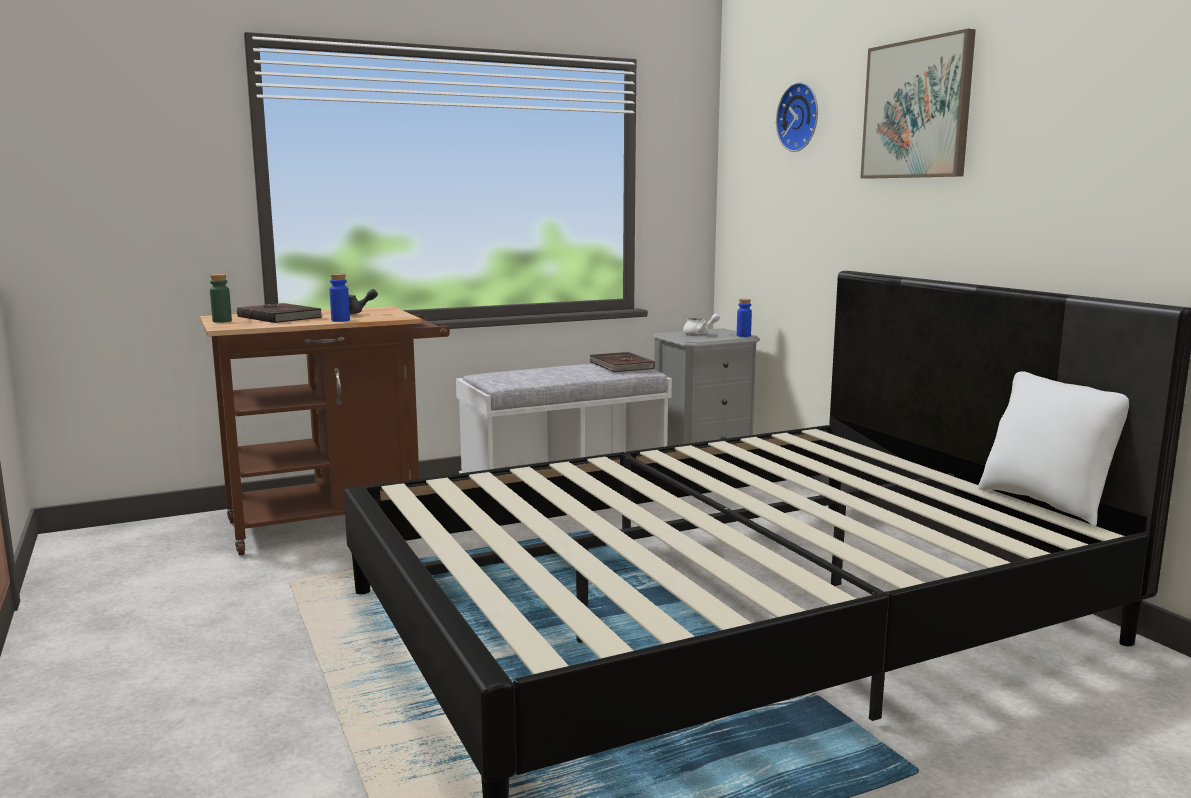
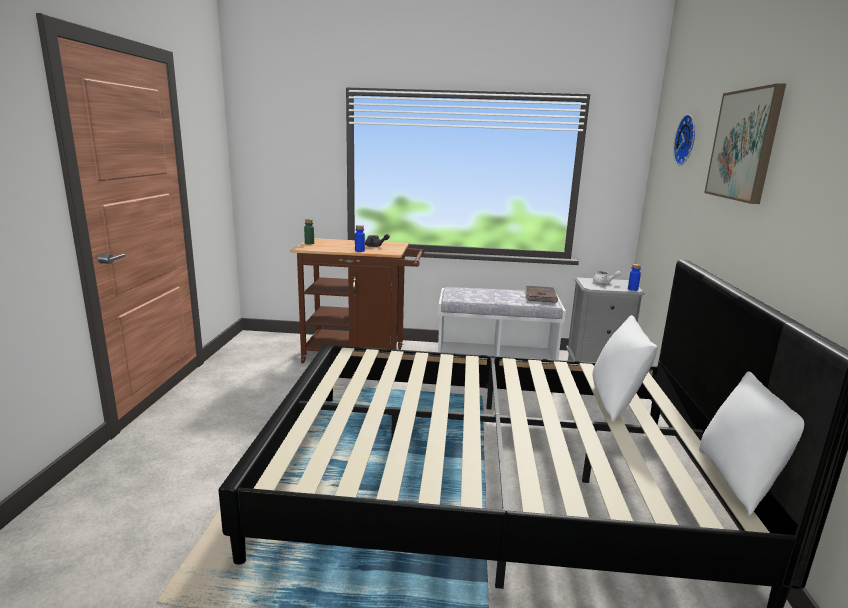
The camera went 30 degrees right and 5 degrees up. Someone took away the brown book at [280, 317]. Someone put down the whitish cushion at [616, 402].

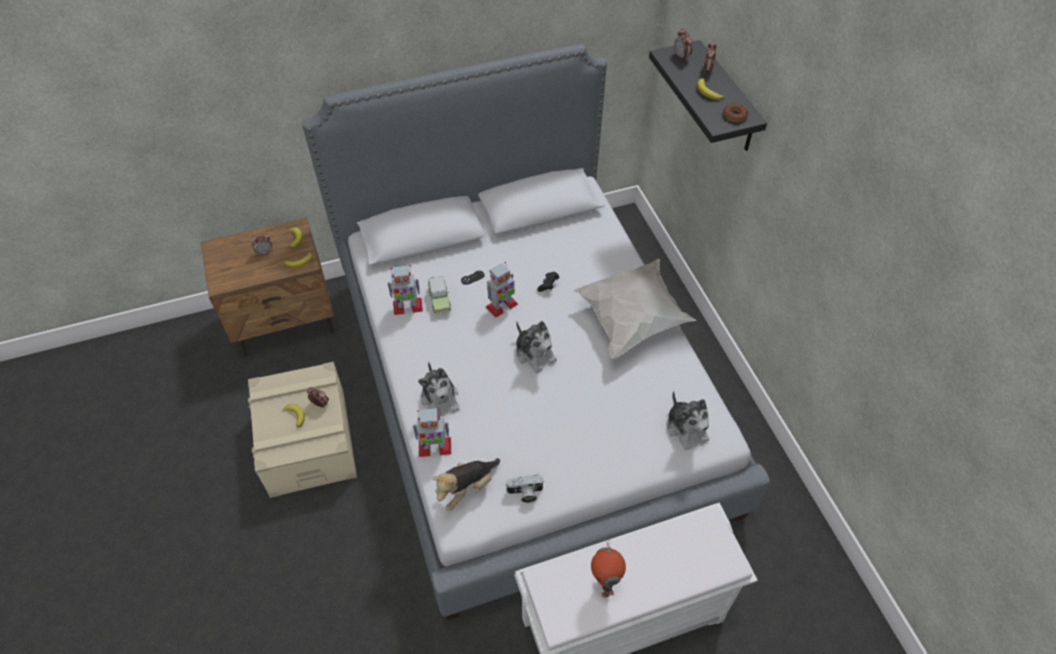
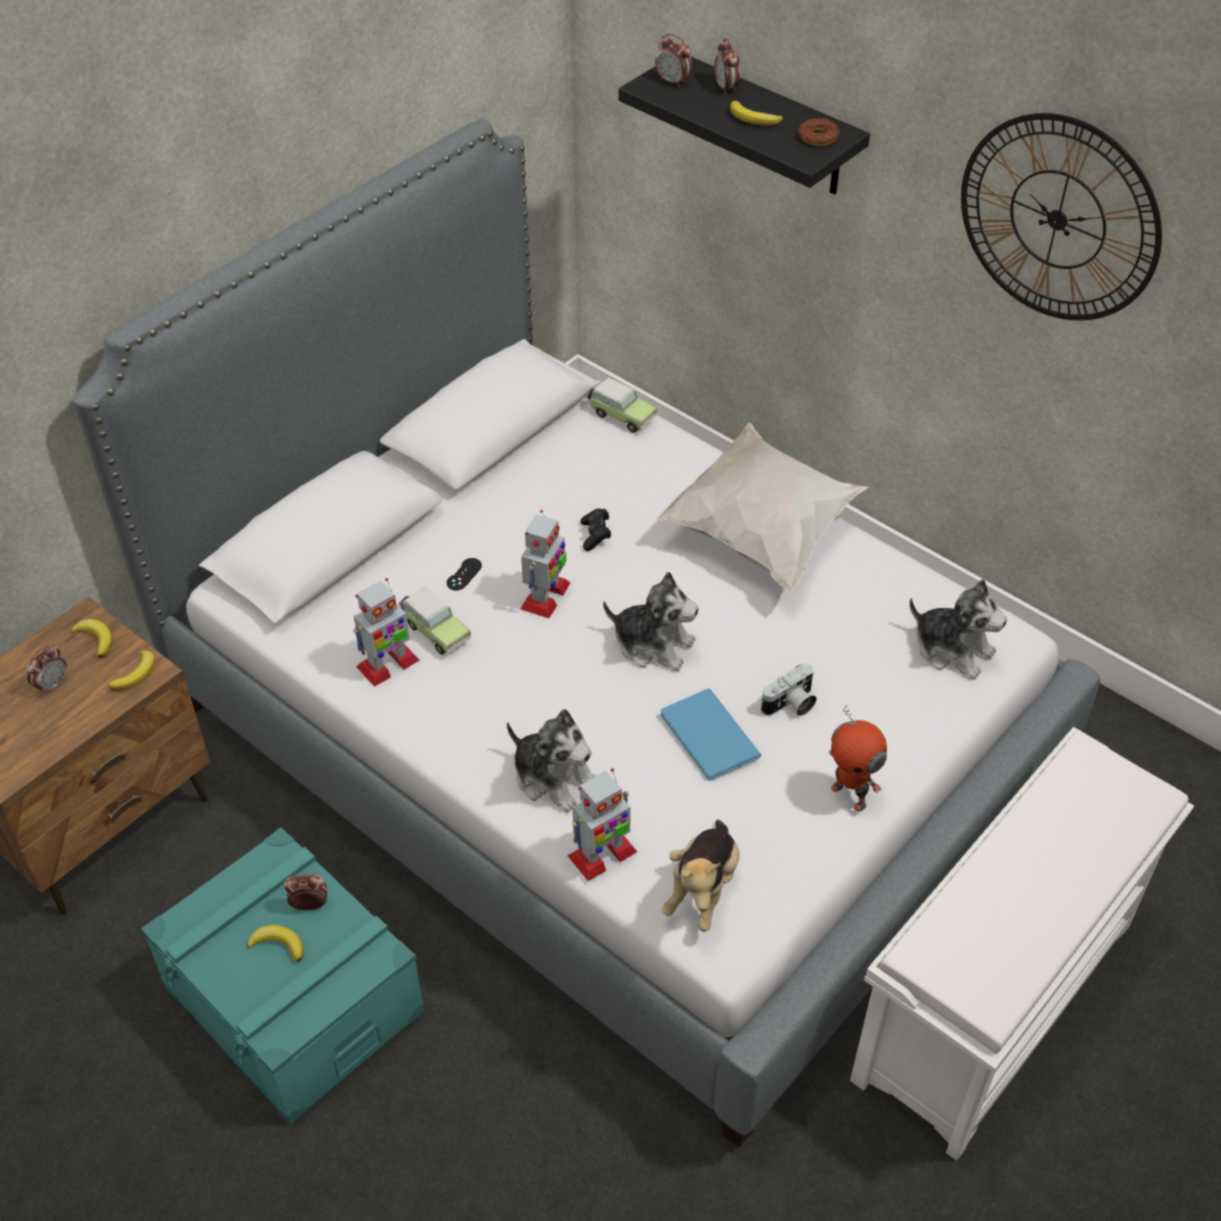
The camera went 30 degrees left and 5 degrees down. Someone put down the miniature car at [621, 415]. Someone put down the bluish book at [708, 738]. Someone put up the clock on the wall at [1058, 219]. Someone carried the photo camera from [525, 493] to [790, 705]. Someone carried the toy robot from [604, 584] to [850, 795]. Someone repainted the sand-coloured storage bin at [308, 442], which became the turquoise storage bin at [294, 998].

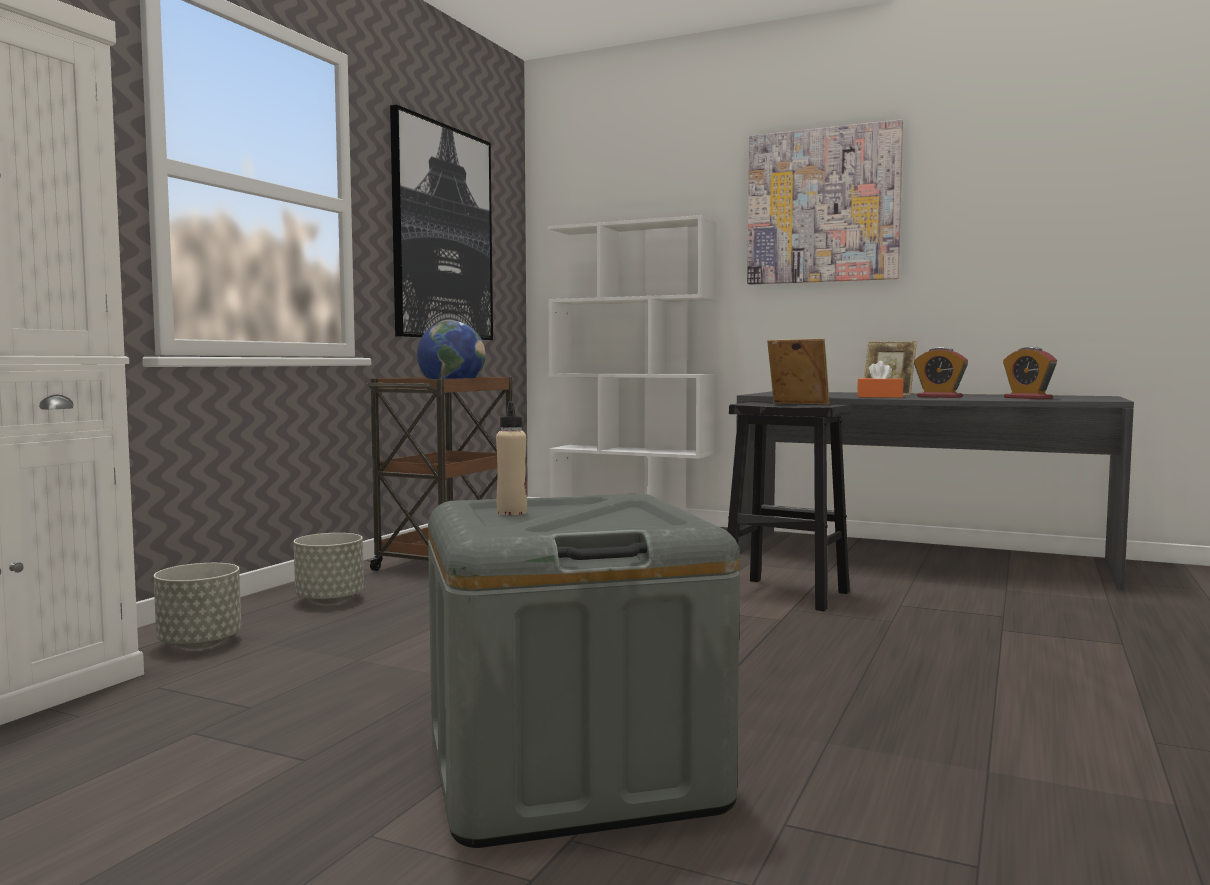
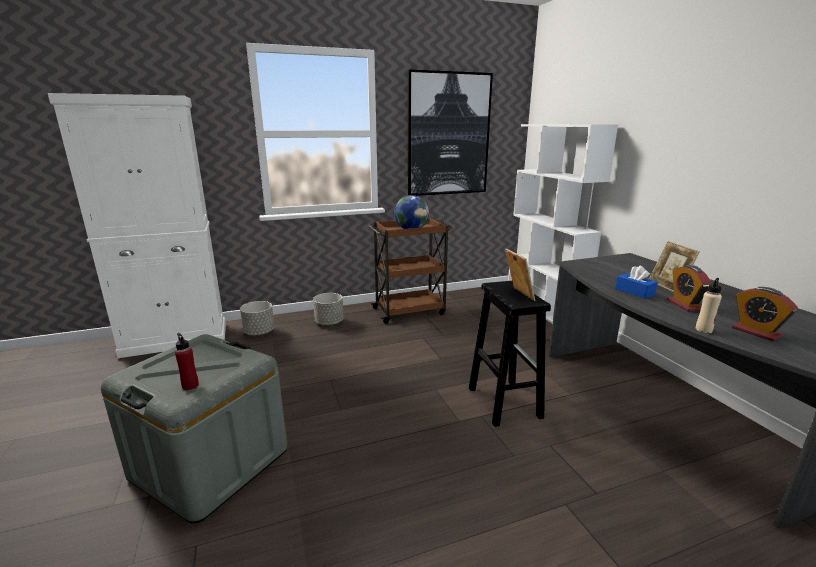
The camera went 45 degrees right and 15 degrees up. Someone took away the wall picture at [823, 206]. Someone put down the red bottle at [190, 386]. Someone carried the sand-coloured bottle from [512, 512] to [703, 329]. Someone repainted the orange-coloured box of tissues at [879, 397], which became the bluish box of tissues at [634, 292]. Someone rotated the alarm clock at [1028, 398] by 45 degrees counterclockwise.

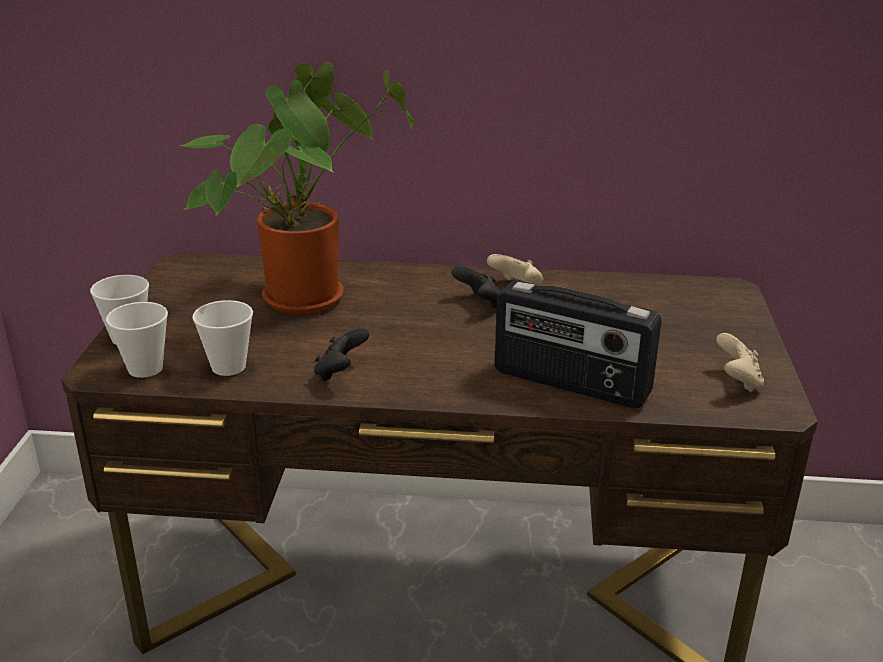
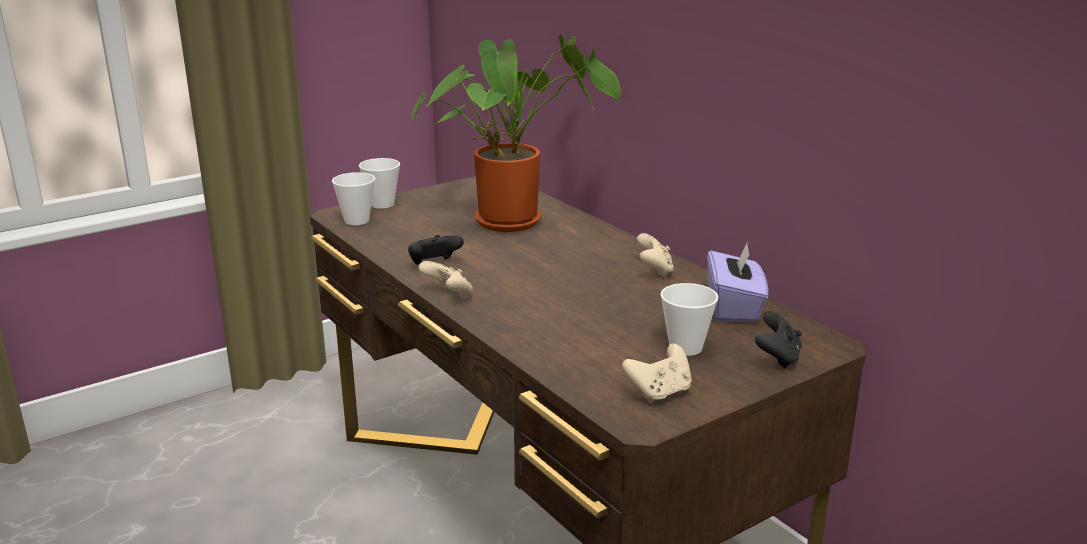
The camera went 50 degrees right and 5 degrees down. Someone took away the radio at [570, 384]. Someone put down the sand-coloured game controller at [449, 296]. Someone put down the purple-coloured box of tissues at [734, 308]. Someone carried the drinking cup from [228, 367] to [685, 347]. Someone carried the black-coloured game controller from [480, 303] to [777, 358].

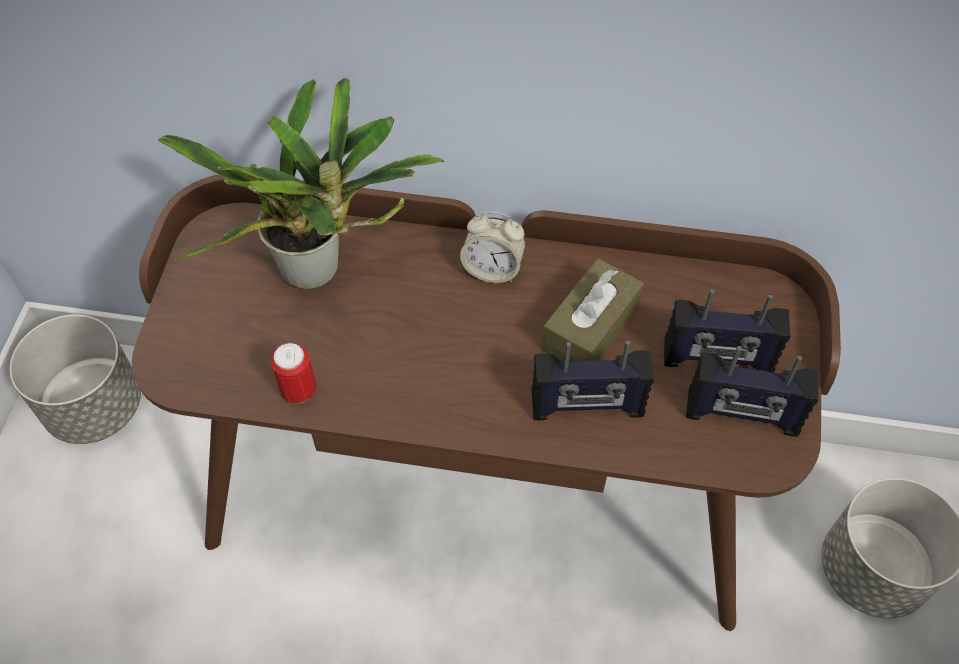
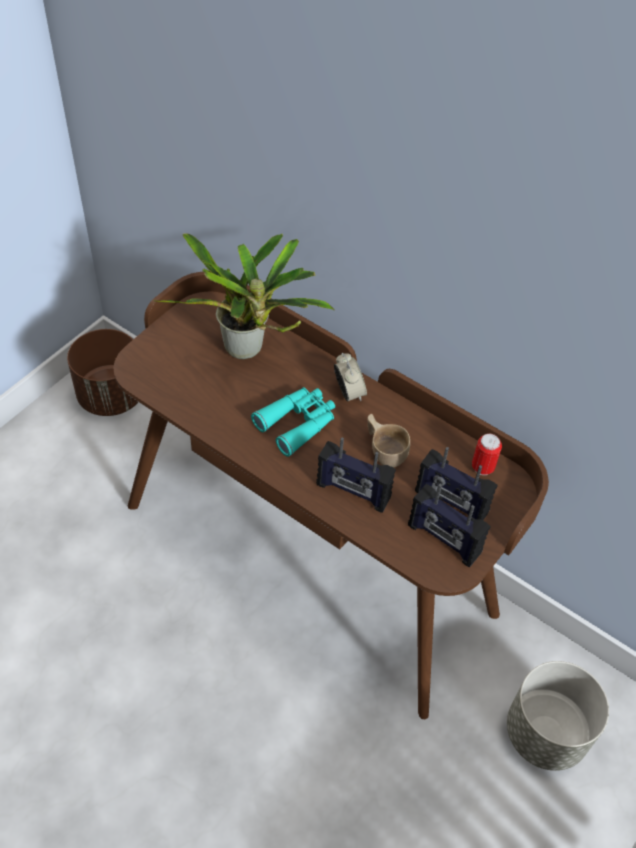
The camera went 25 degrees right and 5 degrees down. Someone put down the turquoise pair of binoculars at [298, 423]. Someone carried the can from [299, 391] to [482, 467]. Someone swapped the brown box of tissues at [590, 328] for the sand-coloured drinking cup at [384, 451]. Someone repainted the gray flower pot at [95, 406], which became the brown flower pot at [111, 396]. Someone rotated the alarm clock at [492, 269] by 150 degrees counterclockwise.

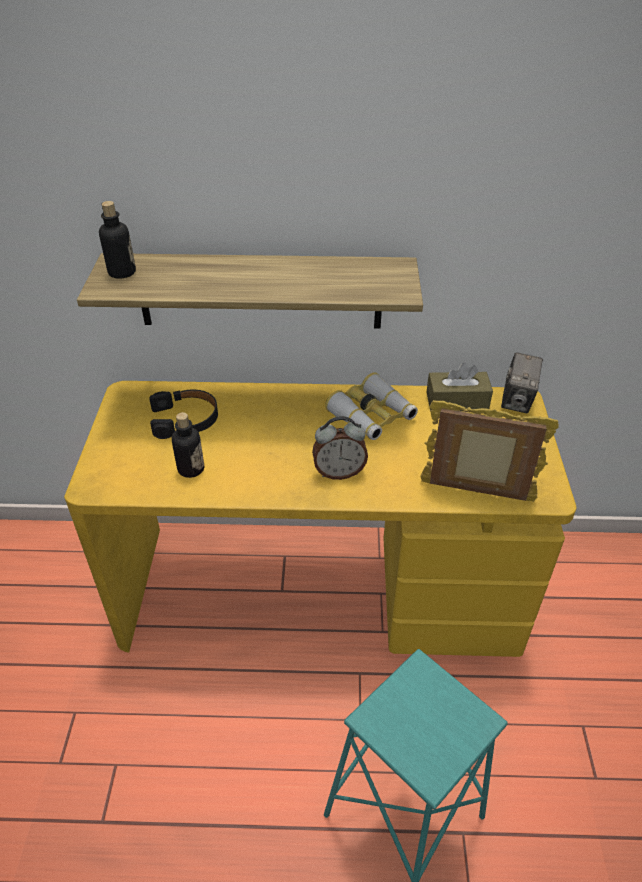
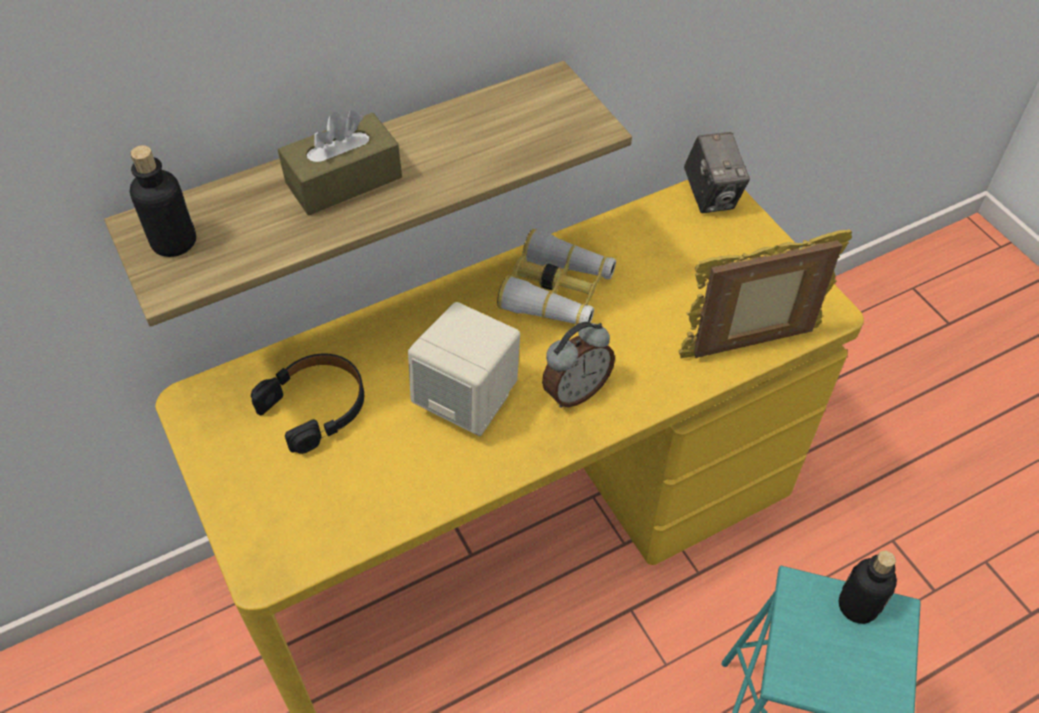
The camera went 30 degrees left and 10 degrees up. Someone put down the sand-coloured loudspeaker at [468, 401]. Someone carried the bottle from [191, 469] to [857, 606]. Someone carried the brown box of tissues from [457, 401] to [344, 180].

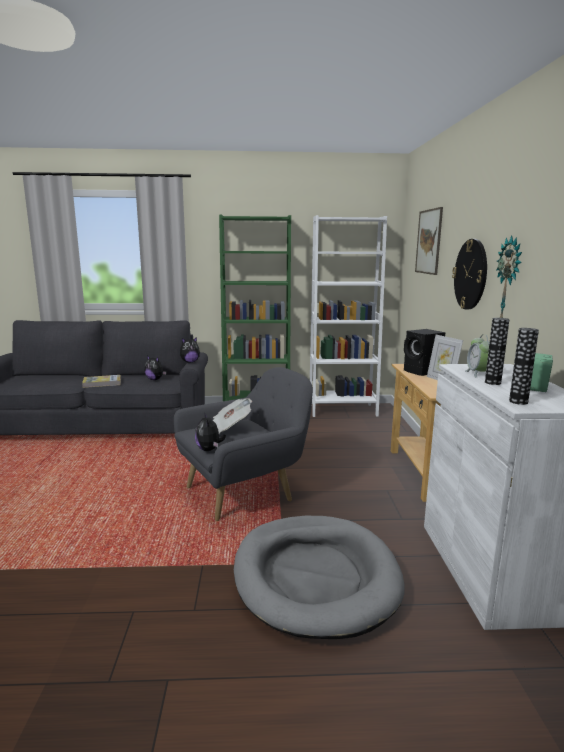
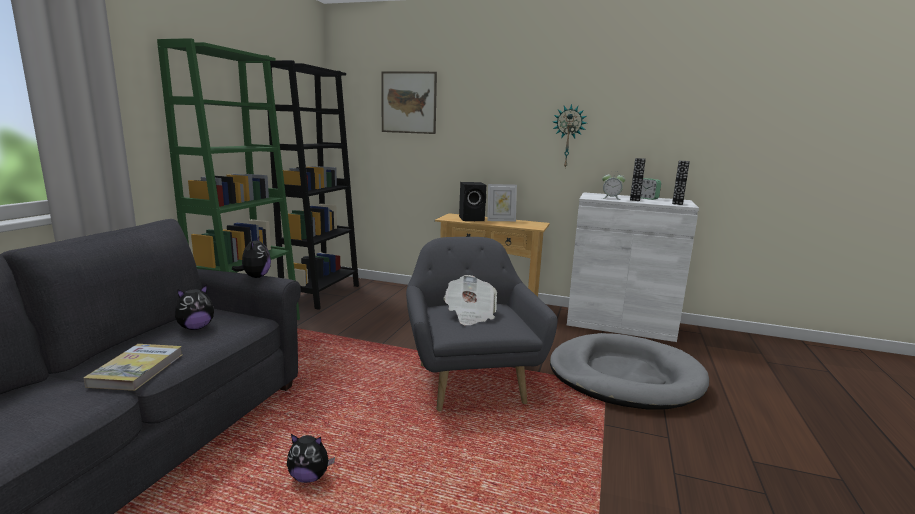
The camera went 70 degrees left and 0 degrees up. Someone took away the clock on the wall at [471, 274]. Someone carried the cuddly toy from [209, 449] to [309, 477]. Someone repainted the whitish bookcase at [342, 410], which became the black-coloured bookcase at [321, 294].

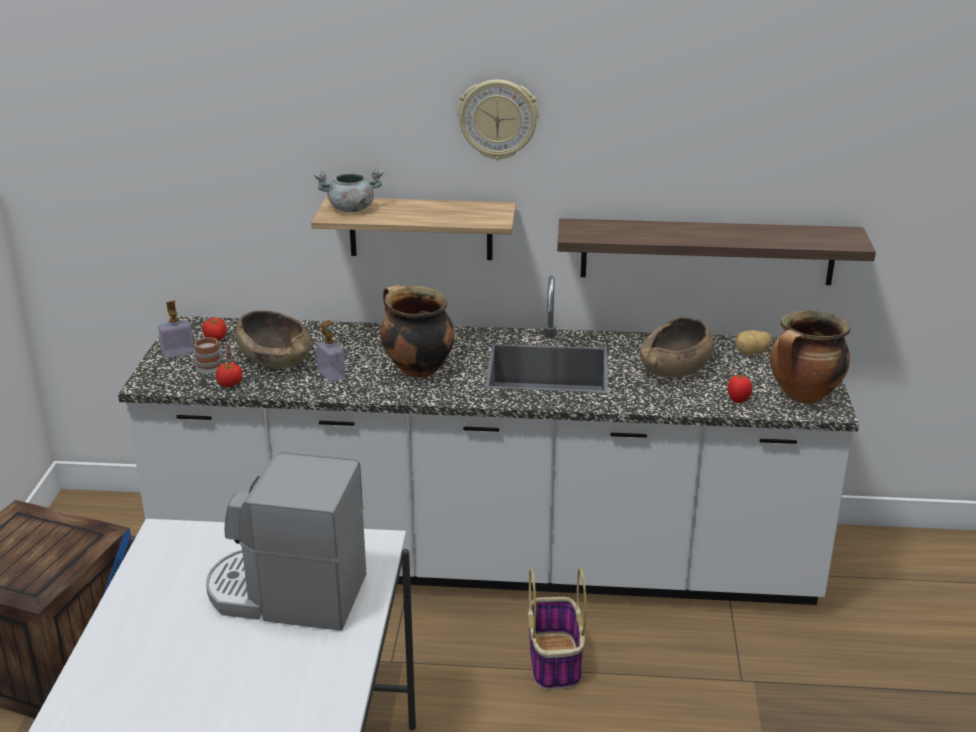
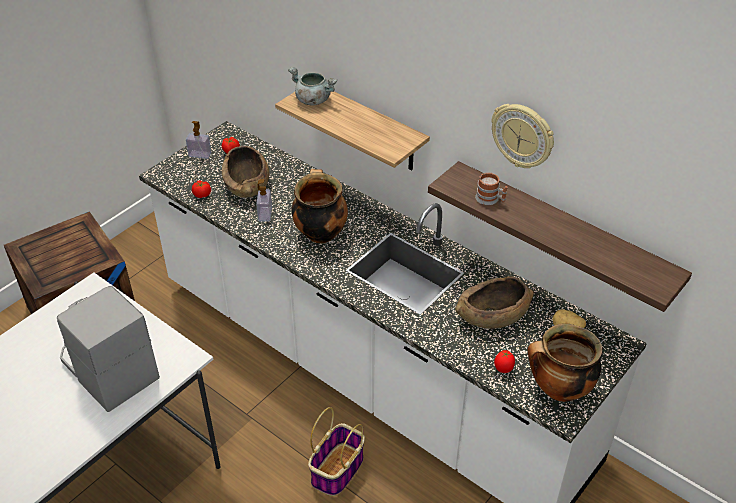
The camera went 35 degrees right and 15 degrees up. Someone carried the mug from [214, 368] to [490, 199]. Someone carried the clock on the wall from [498, 119] to [522, 136].

